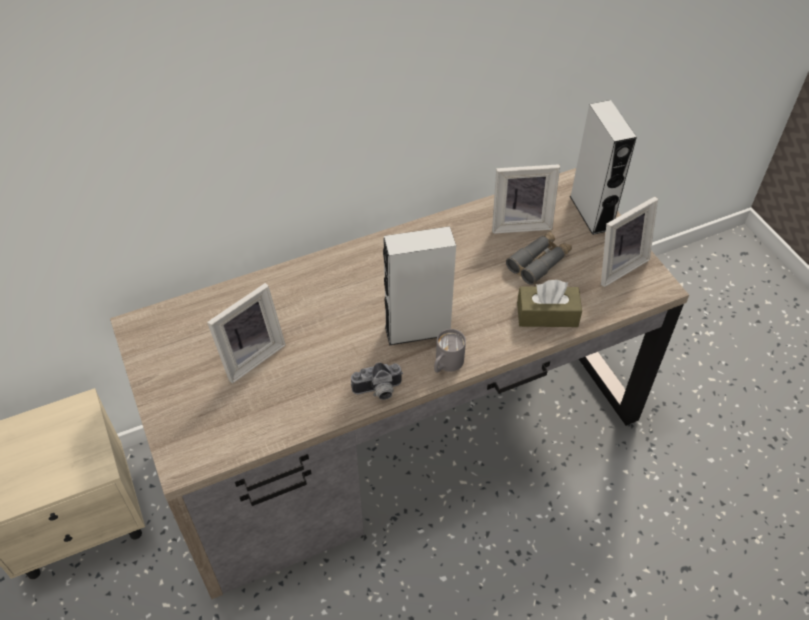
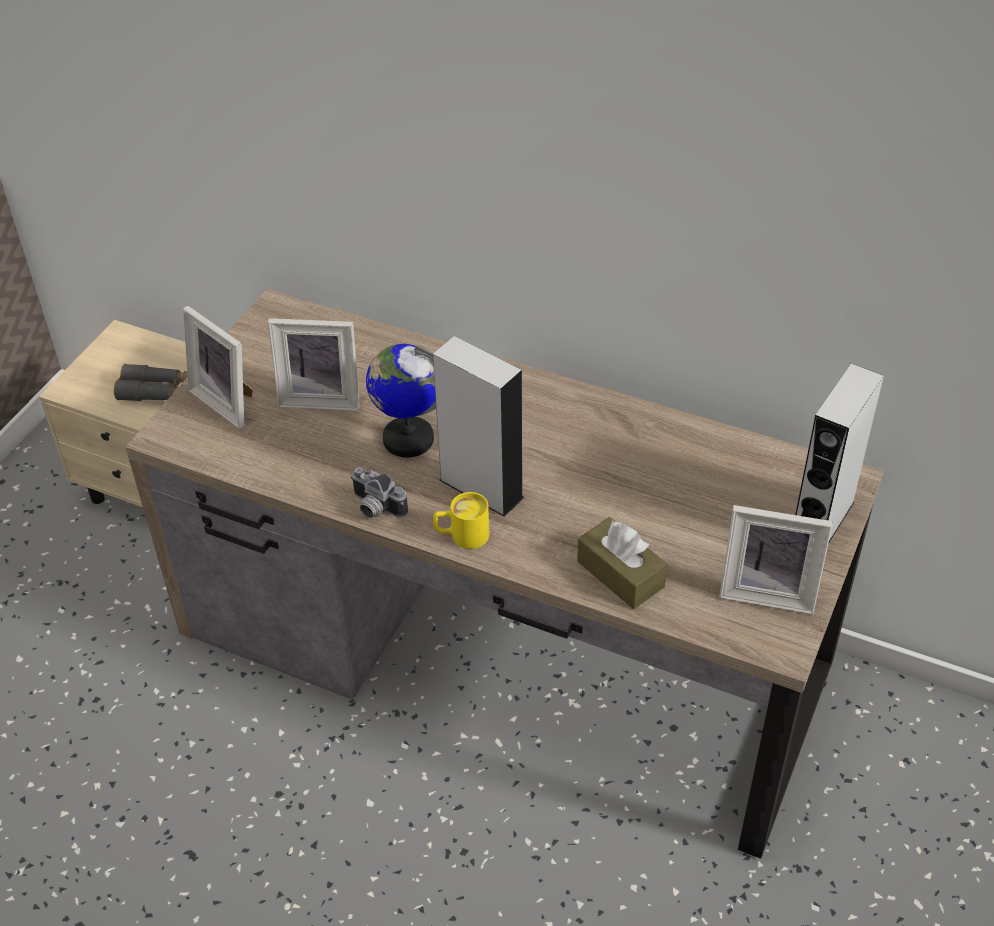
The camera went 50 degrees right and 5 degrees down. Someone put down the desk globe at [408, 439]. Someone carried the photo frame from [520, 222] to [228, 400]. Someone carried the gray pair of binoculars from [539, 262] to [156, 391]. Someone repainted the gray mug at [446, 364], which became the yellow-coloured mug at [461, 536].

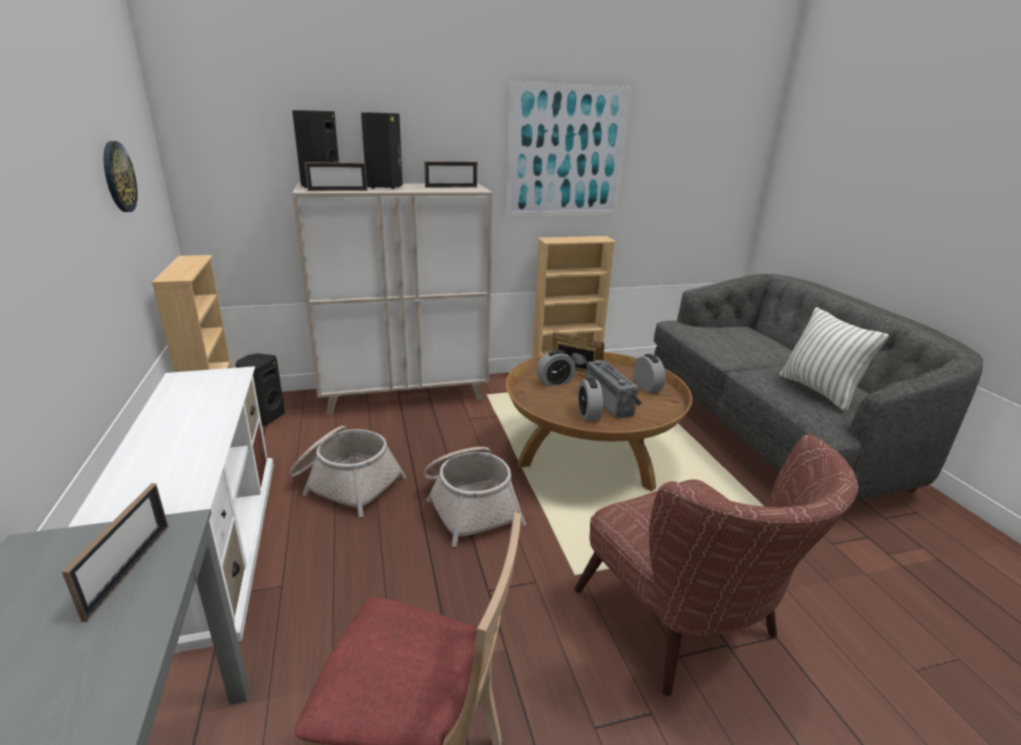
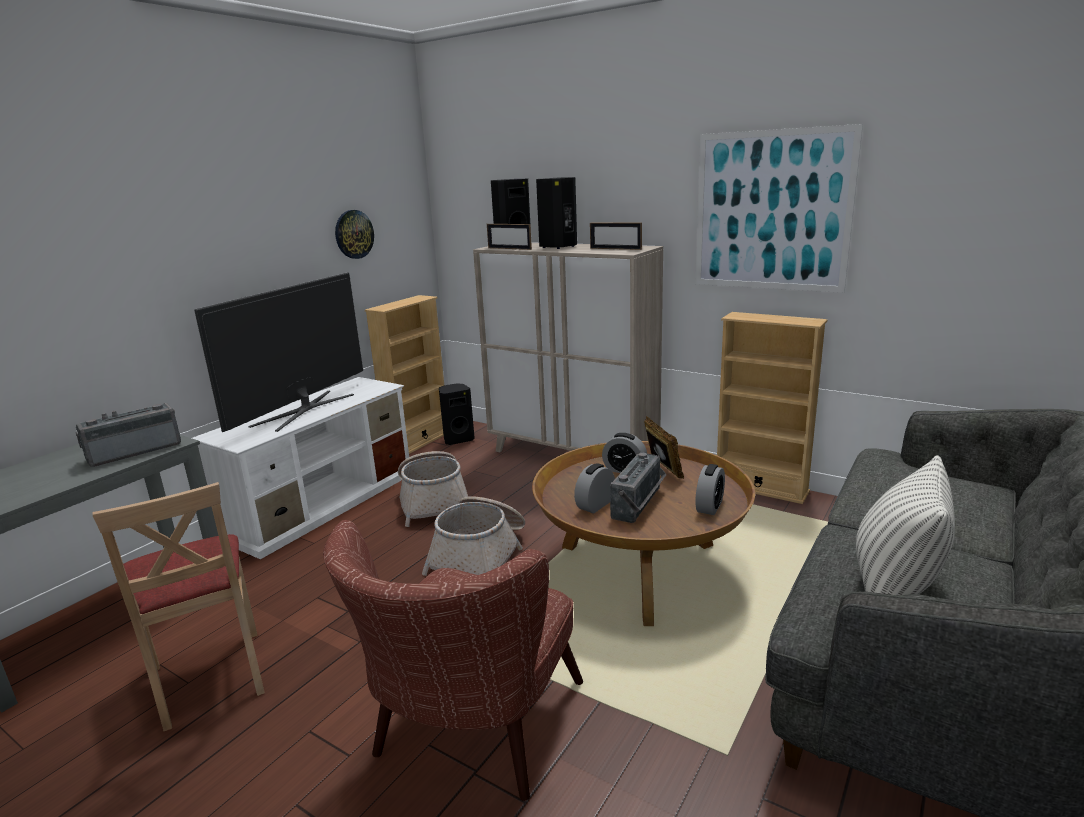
The camera went 50 degrees right and 5 degrees down. Someone put down the TV set at [304, 410]. Someone swapped the photo frame at [129, 569] for the radio at [134, 451].

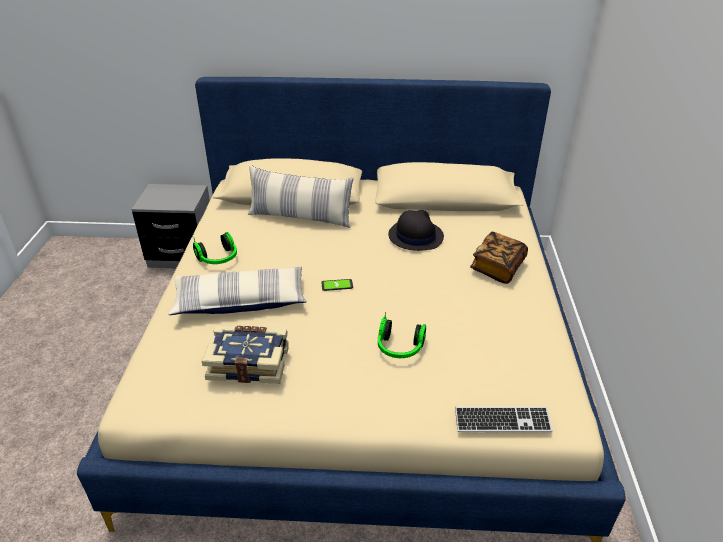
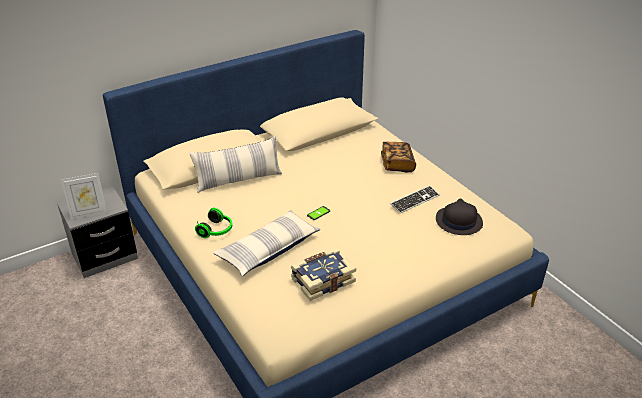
The camera went 35 degrees left and 0 degrees up. Someone took away the headset at [399, 348]. Someone put down the photo frame at [89, 213]. Someone carried the black-coloured wearable hat from [415, 236] to [458, 221]. Someone carried the keyboard from [502, 421] to [415, 200].

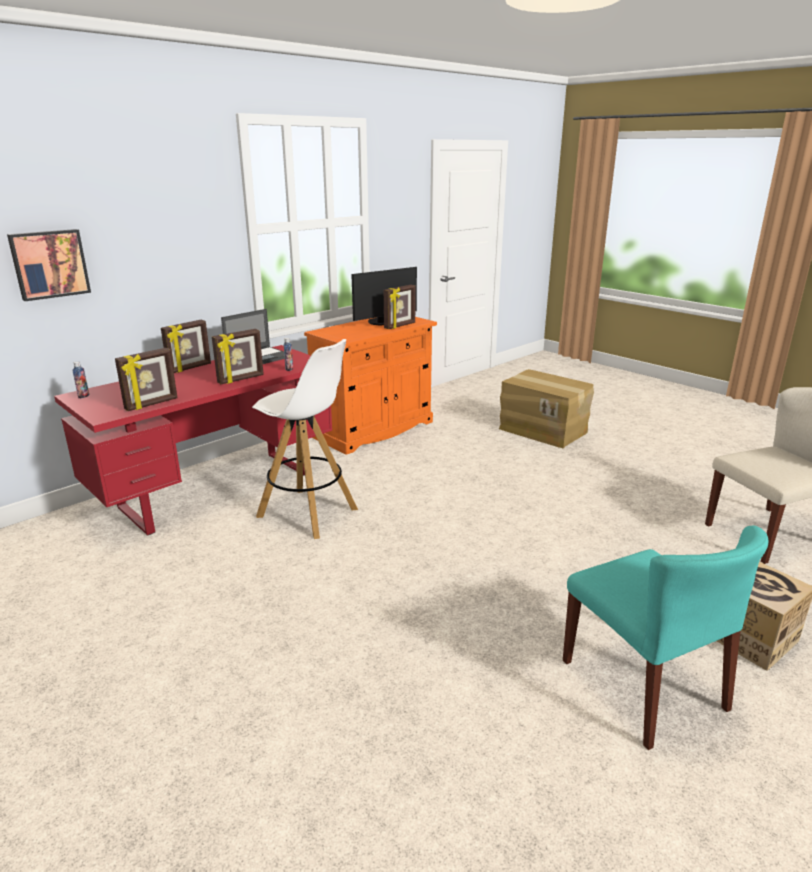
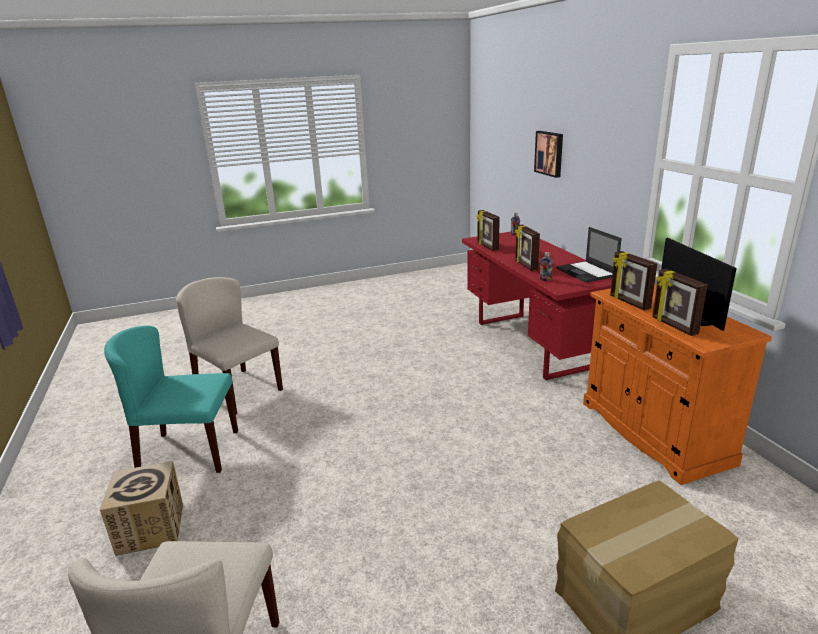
The camera went 115 degrees right and 0 degrees up. Someone took away the whitish stool at [308, 513]. Someone put down the sand-coloured chair at [238, 391]. Someone carried the photo frame from [190, 368] to [629, 302].

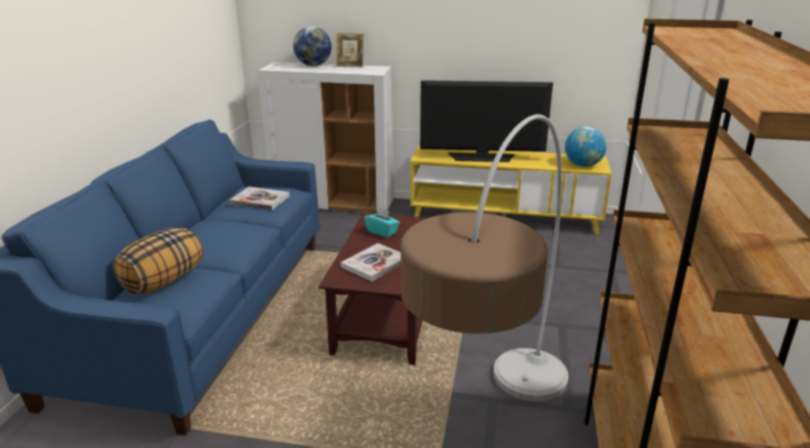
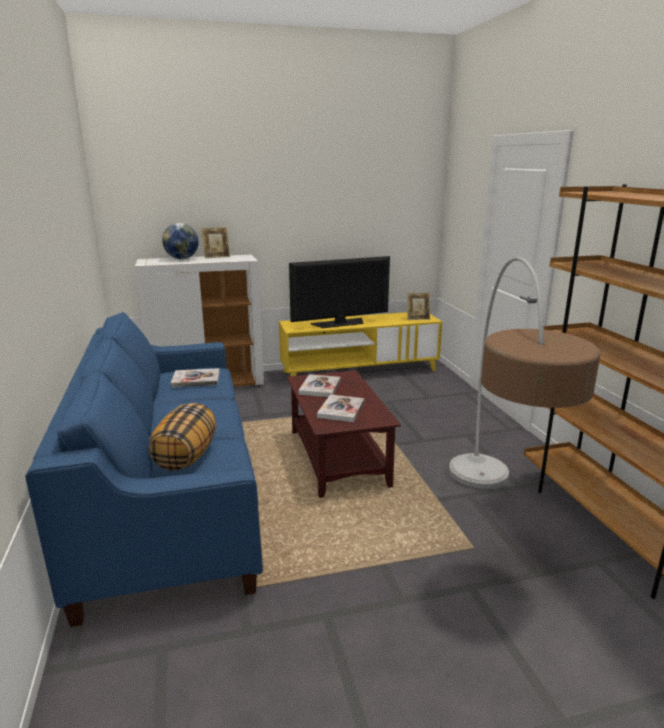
The camera went 25 degrees left and 5 degrees down. Someone swapped the turquoise box of tissues at [382, 232] for the book at [320, 387]. Someone swapped the desk globe at [583, 165] for the photo frame at [418, 319].

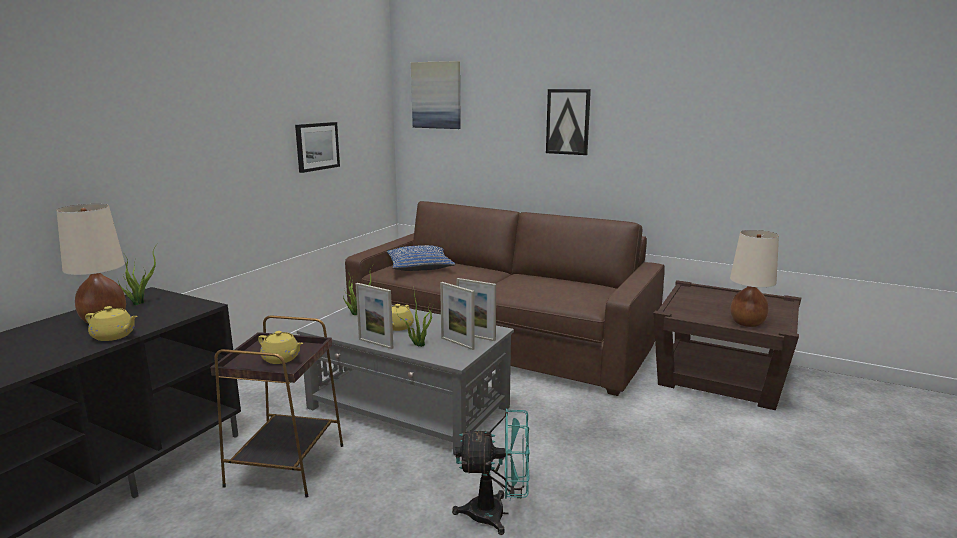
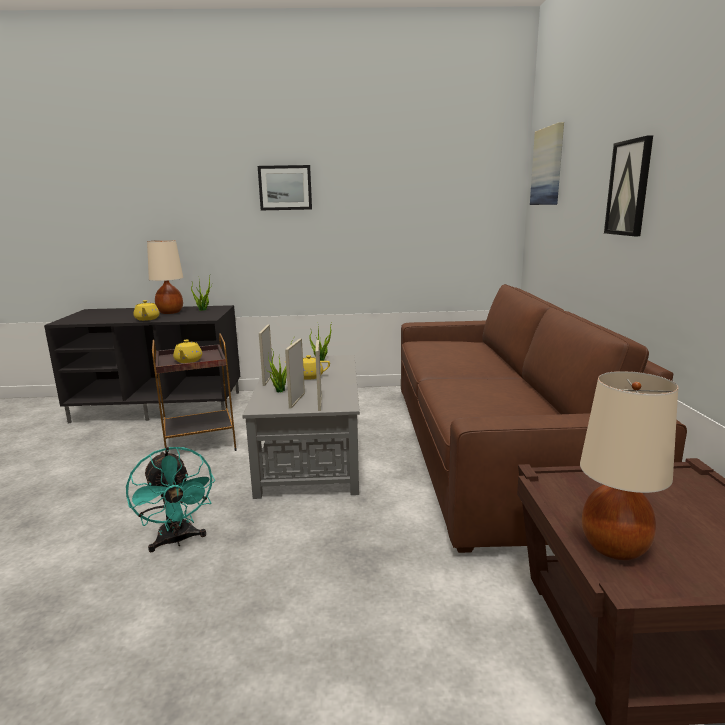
The camera went 60 degrees right and 0 degrees up. Someone took away the bluish cushion at [419, 266]. Someone carried the wall picture from [317, 146] to [285, 188].

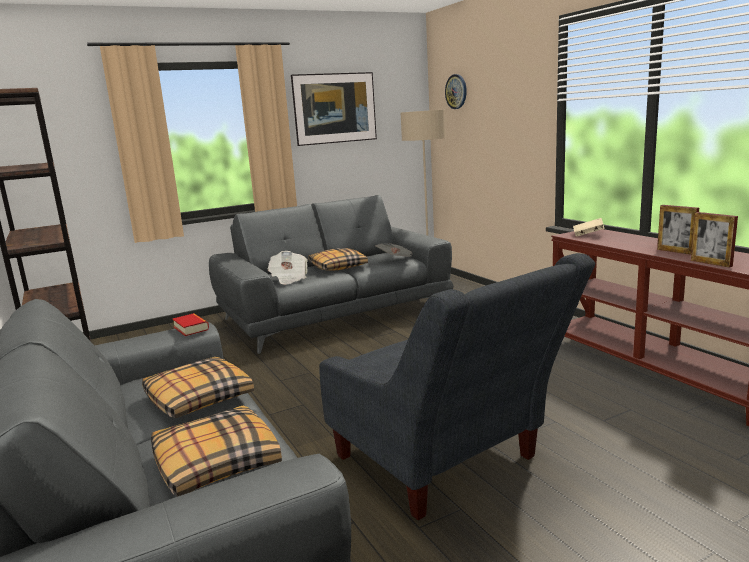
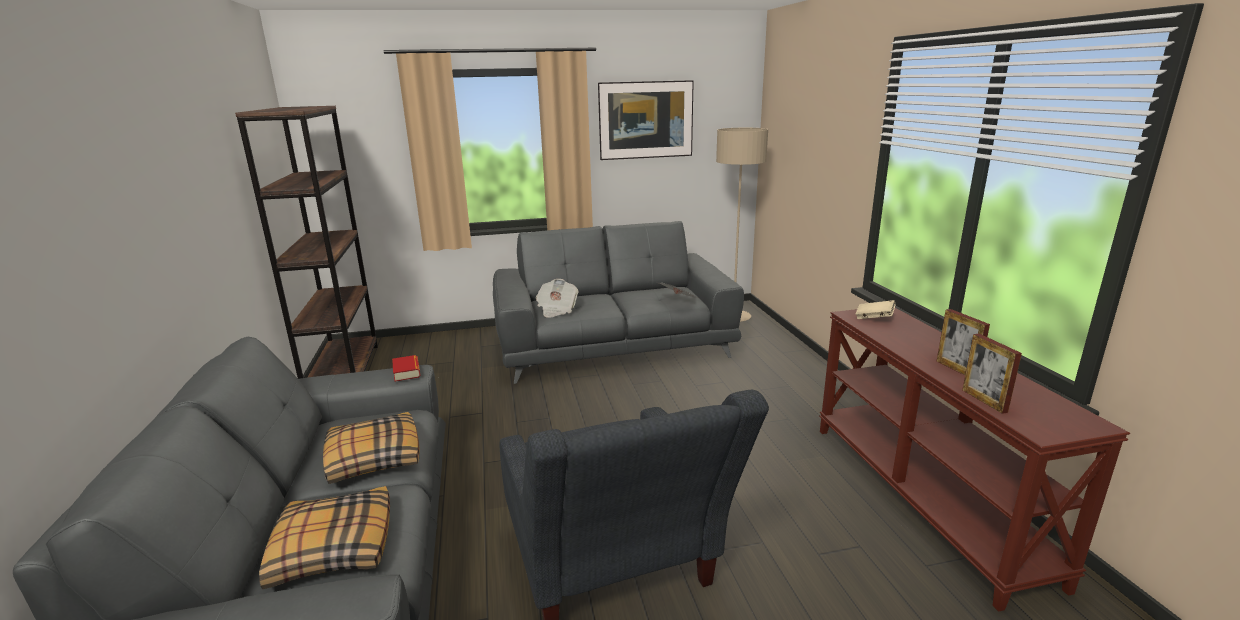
The camera went 15 degrees right and 5 degrees up. Someone took away the cushion at [337, 267]. Someone took away the clock on the wall at [456, 91].

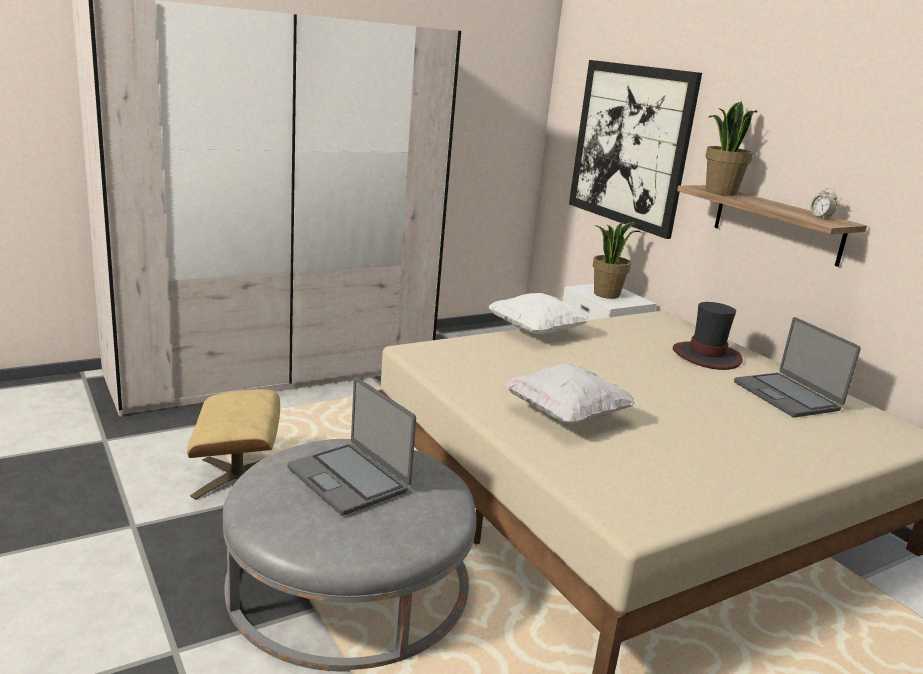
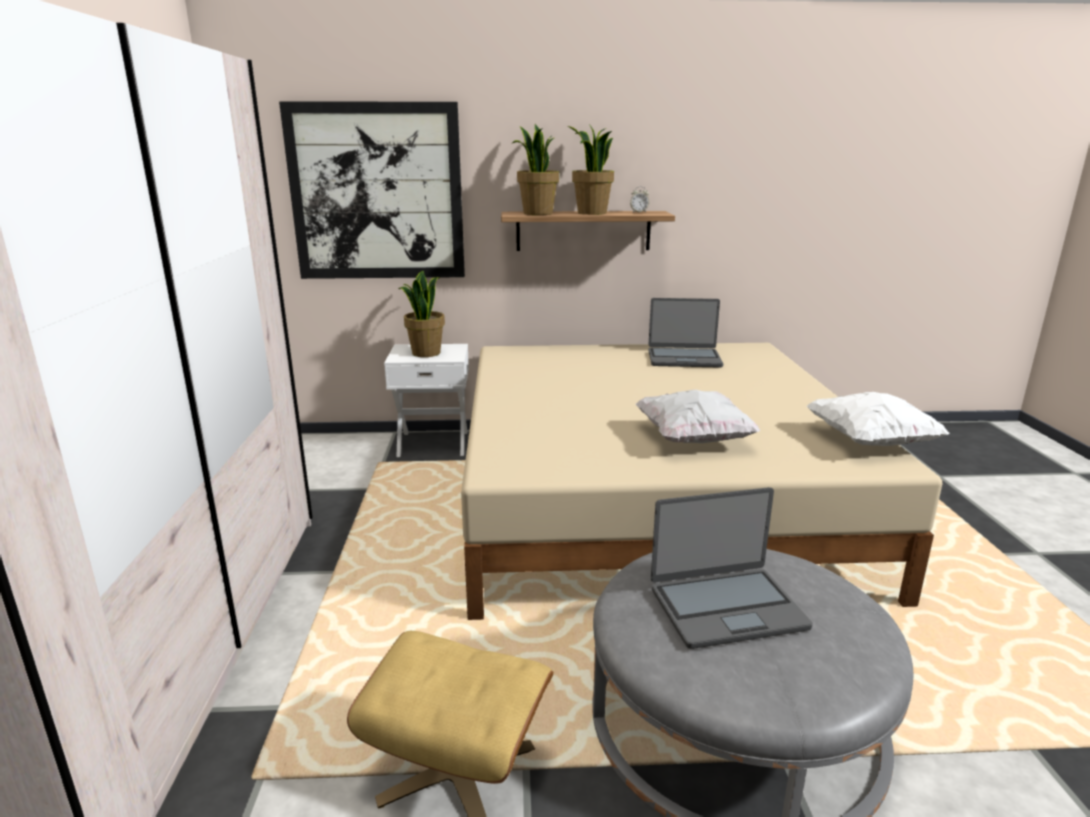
The camera went 60 degrees left and 0 degrees up. Someone took away the wearable hat at [706, 356]. Someone put down the plant in a pot at [591, 213]. Someone carried the whitish cushion from [535, 331] to [871, 441].

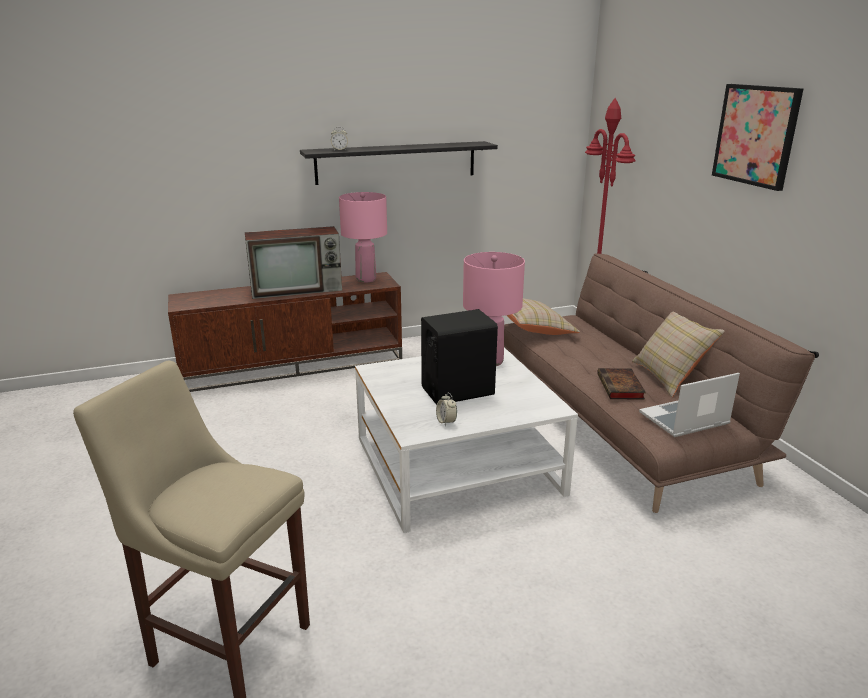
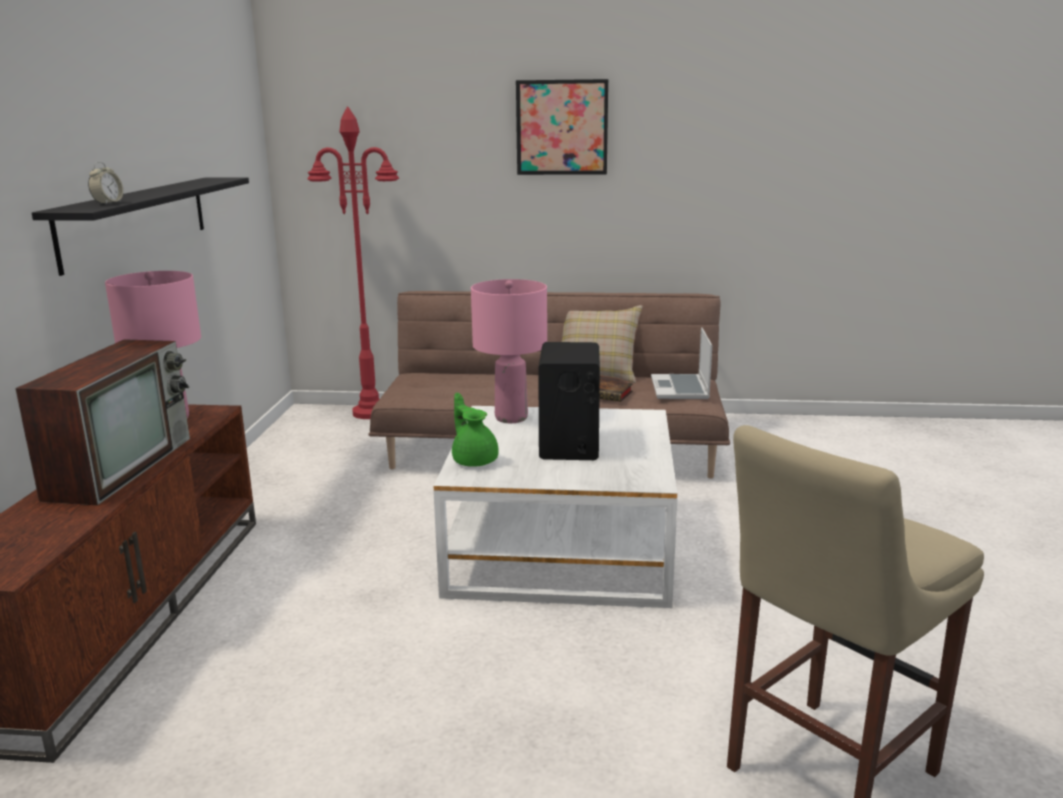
The camera went 65 degrees left and 5 degrees down. Someone took away the alarm clock at [446, 422]. Someone took away the sand-coloured cushion at [534, 329]. Someone put down the greenish teapot at [474, 460].

